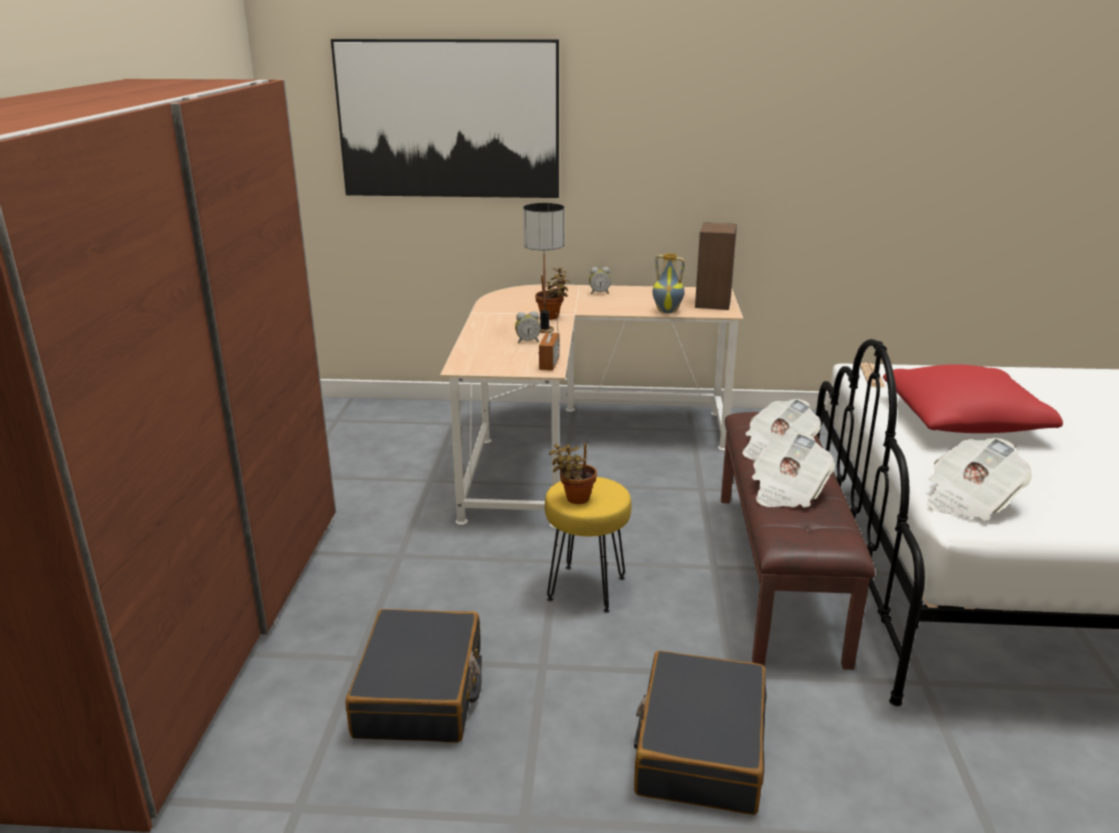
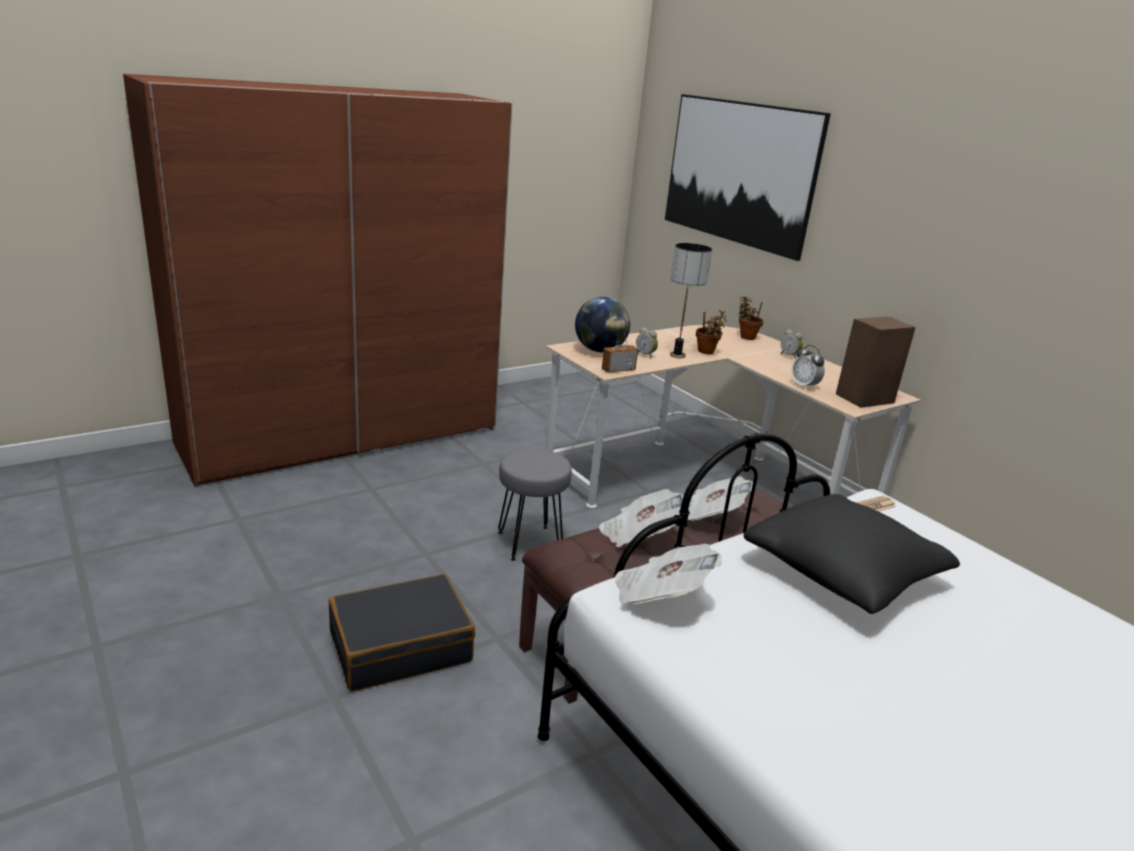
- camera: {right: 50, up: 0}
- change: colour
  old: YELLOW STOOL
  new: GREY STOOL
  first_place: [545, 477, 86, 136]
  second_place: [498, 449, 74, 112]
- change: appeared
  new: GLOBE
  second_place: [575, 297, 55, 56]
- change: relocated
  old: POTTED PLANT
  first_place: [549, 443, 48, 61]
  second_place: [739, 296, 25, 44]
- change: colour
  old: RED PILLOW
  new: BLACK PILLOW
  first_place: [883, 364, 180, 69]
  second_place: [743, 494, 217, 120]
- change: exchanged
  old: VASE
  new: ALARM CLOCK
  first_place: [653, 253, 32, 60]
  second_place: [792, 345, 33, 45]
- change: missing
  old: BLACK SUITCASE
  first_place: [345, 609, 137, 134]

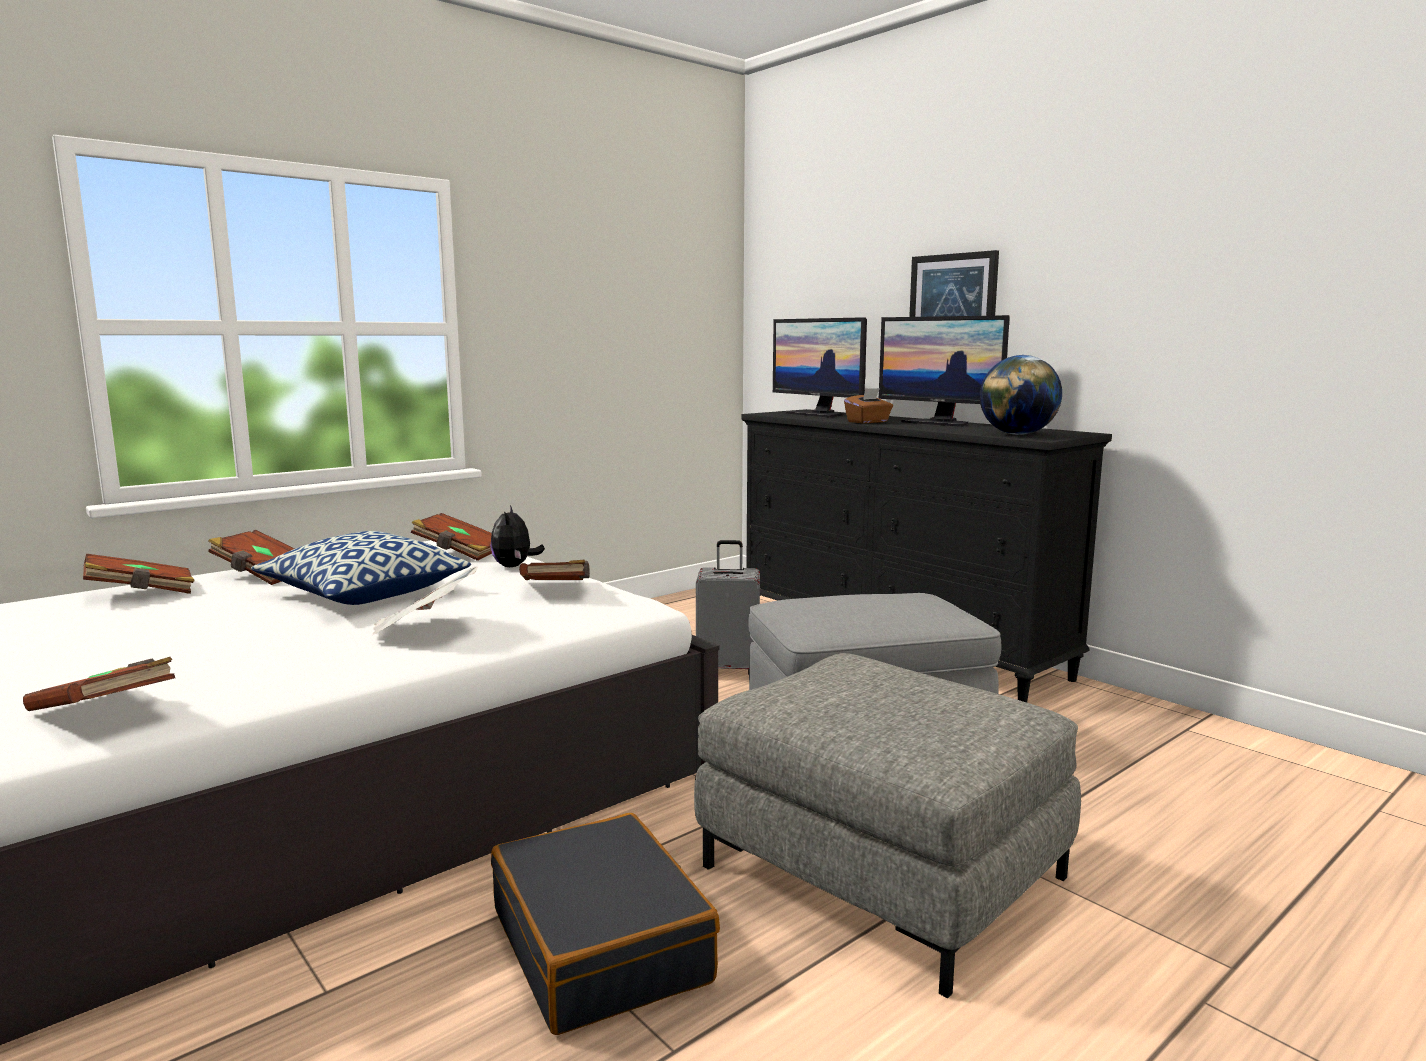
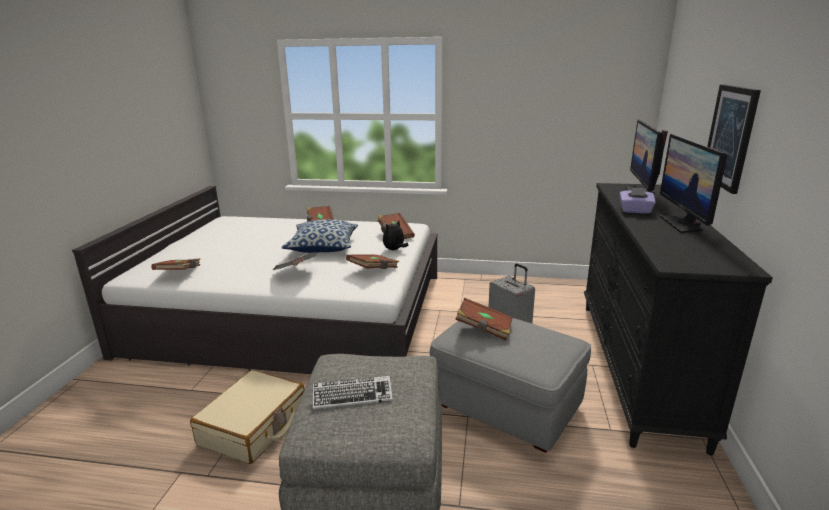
- camera: {right: 50, up: 10}
- change: colour
  old: BLACK SUITCASE
  new: BEIGE SUITCASE
  first_place: [491, 813, 229, 222]
  second_place: [190, 370, 115, 94]
- change: appeared
  new: KEYBOARD
  second_place: [313, 375, 80, 35]
- change: relocated
  old: BROWN BOOK
  first_place: [83, 554, 111, 40]
  second_place: [455, 298, 58, 42]
- change: colour
  old: BROWN TISSUE BOX
  new: PURPLE TISSUE BOX
  first_place: [844, 388, 49, 36]
  second_place: [619, 187, 37, 27]
- change: missing
  old: GLOBE
  first_place: [980, 355, 82, 80]

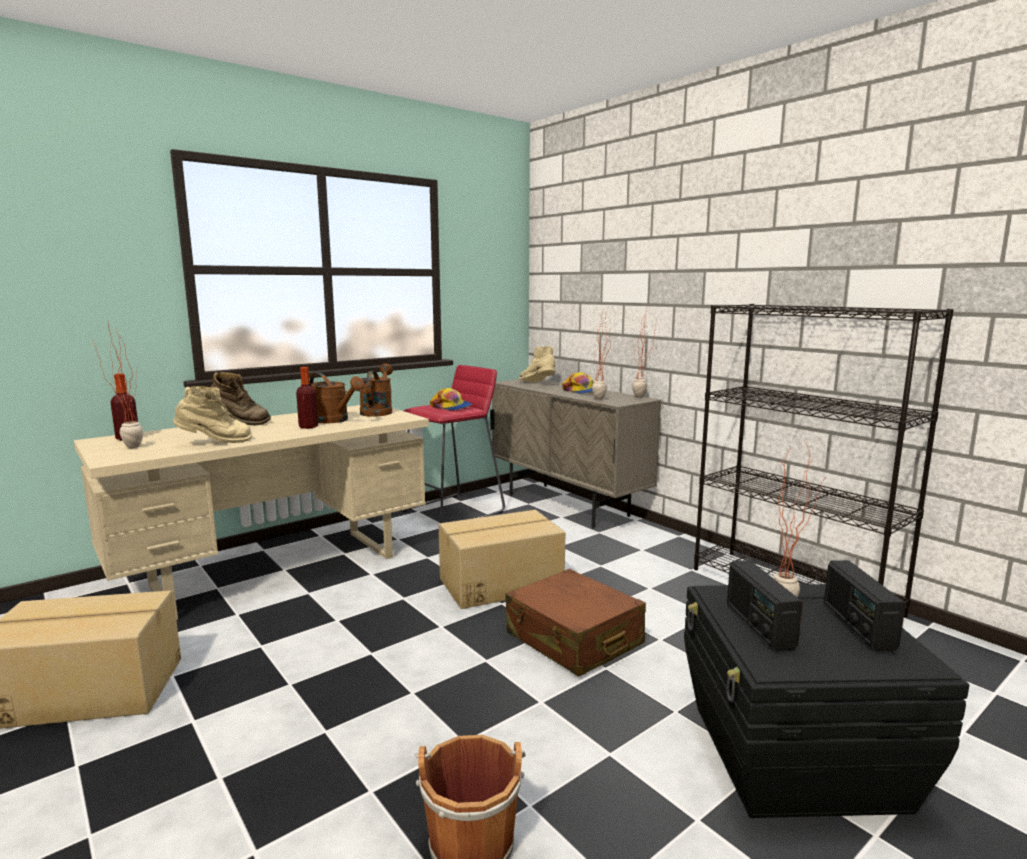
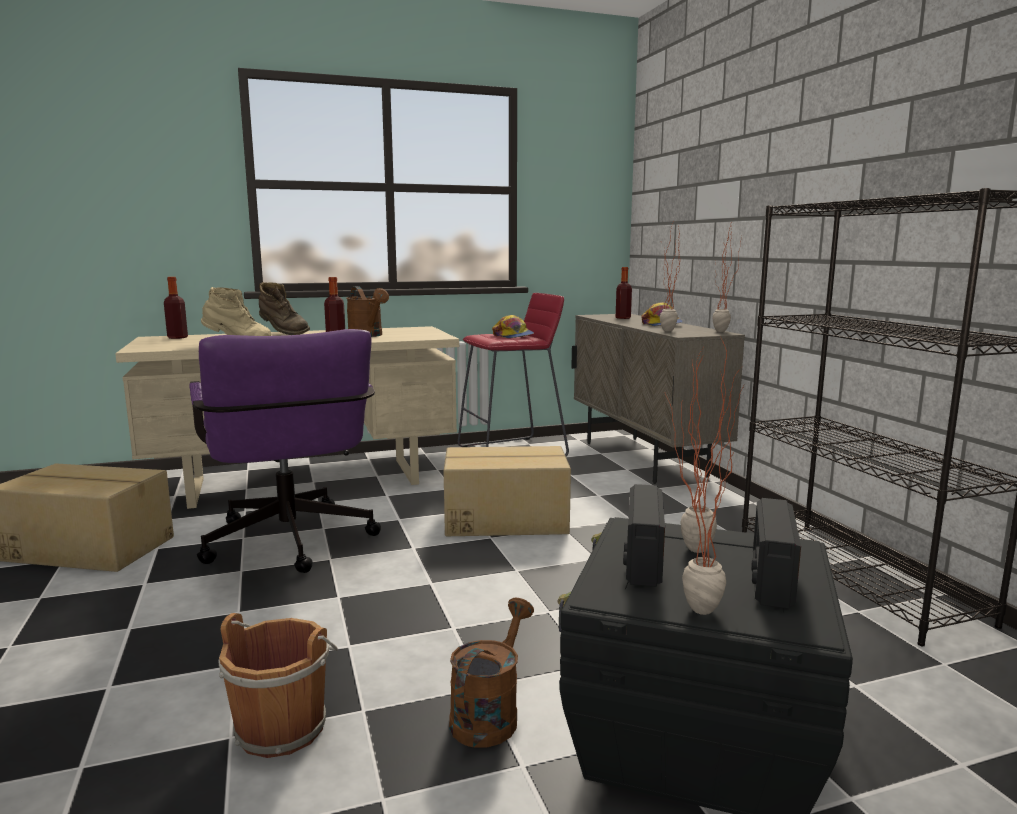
- camera: {right: 20, up: 0}
- change: appeared
  new: PURPLE OFFICE CHAIR
  second_place: [189, 329, 192, 244]
- change: relocated
  old: BROWN WATERING CAN
  first_place: [360, 363, 33, 54]
  second_place: [449, 598, 85, 150]
- change: exchanged
  old: BEIGE BOOT
  new: BOTTLE
  first_place: [519, 346, 36, 36]
  second_place: [616, 267, 16, 52]
- change: relocated
  old: POTTED PLANT
  first_place: [92, 321, 51, 127]
  second_place: [665, 354, 70, 261]
- change: missing
  old: BROWN SUITCASE
  first_place: [505, 569, 141, 108]

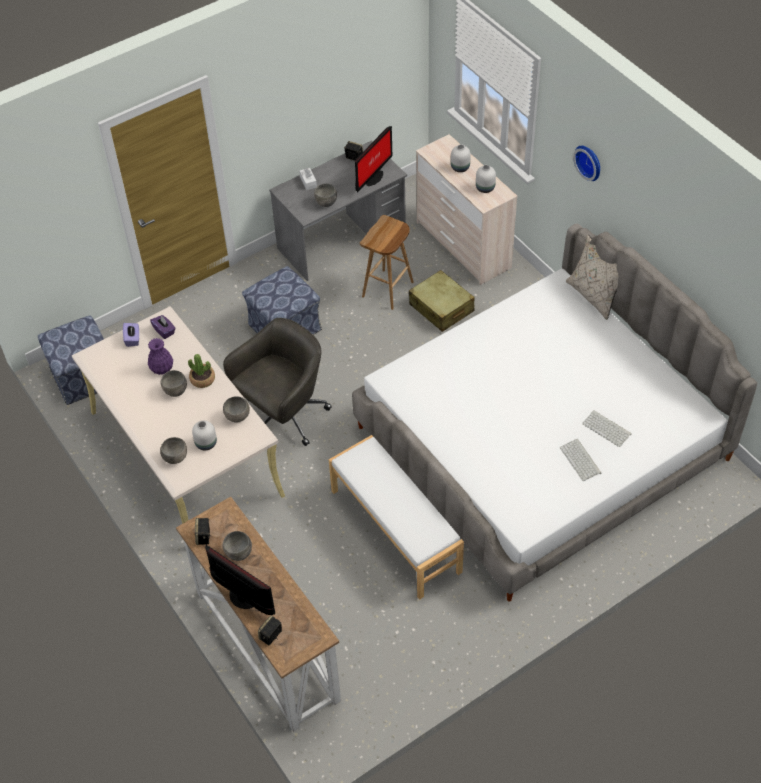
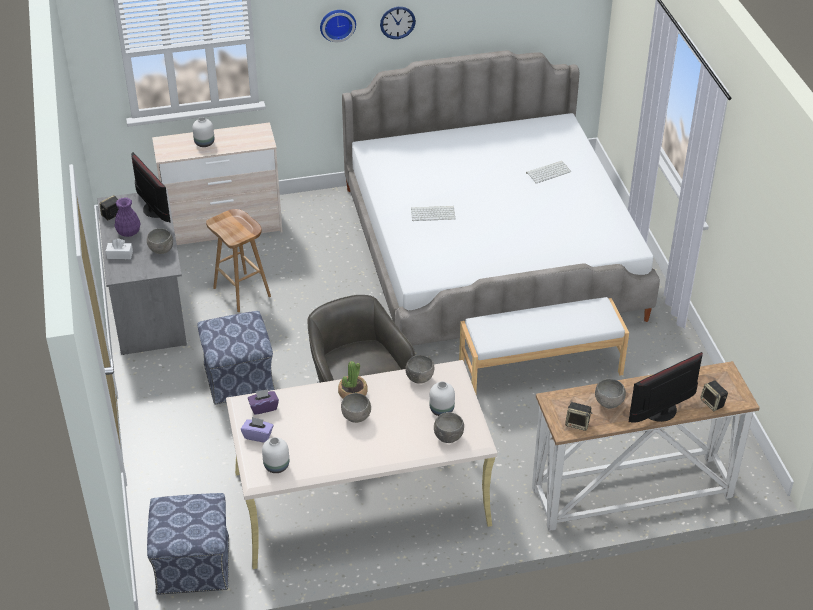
- camera: {right: -70, up: -10}
- change: relocated
  old: PURPLE VASE
  first_place: [148, 338, 25, 37]
  second_place: [115, 197, 26, 40]
- change: relocated
  old: WHITE VASE
  first_place: [476, 165, 20, 28]
  second_place: [262, 437, 27, 36]
- change: appeared
  new: WALL CLOCK
  second_place: [380, 7, 36, 32]
- change: relocated
  old: KEYBOARD
  first_place: [560, 439, 42, 42]
  second_place: [411, 206, 44, 15]
- change: missing
  old: BEIGE SUITCASE
  first_place: [409, 270, 66, 62]
- change: missing
  old: BEIGE PILLOW
  first_place: [566, 234, 52, 86]

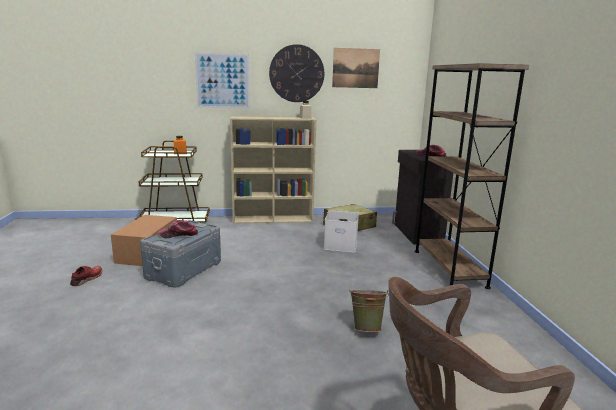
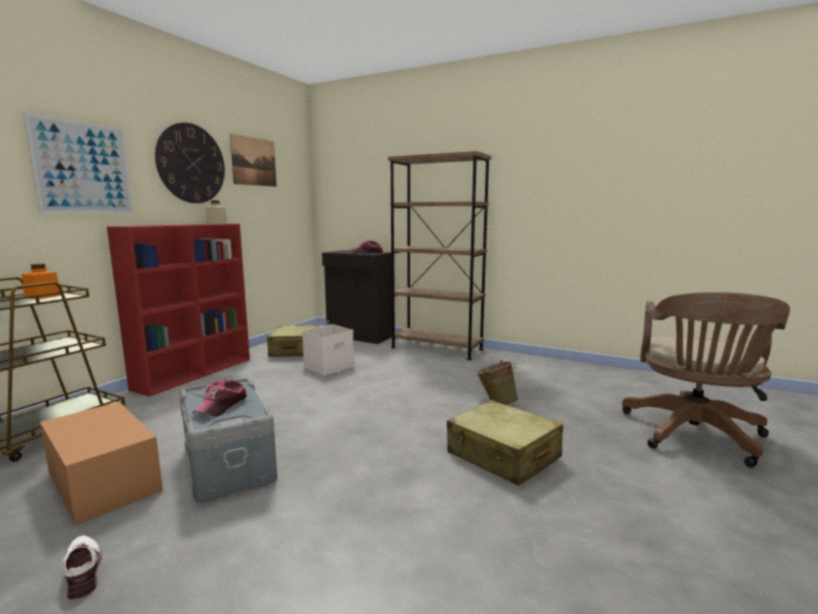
- camera: {right: -55, up: -5}
- change: colour
  old: RED SHOE
  new: WHITE SHOE
  first_place: [70, 266, 32, 20]
  second_place: [61, 535, 41, 65]
- change: colour
  old: BEIGE BOOKCASE
  new: RED BOOKCASE
  first_place: [230, 116, 86, 107]
  second_place: [107, 224, 143, 173]
- change: appeared
  new: BEIGE SUITCASE
  second_place: [447, 400, 116, 86]

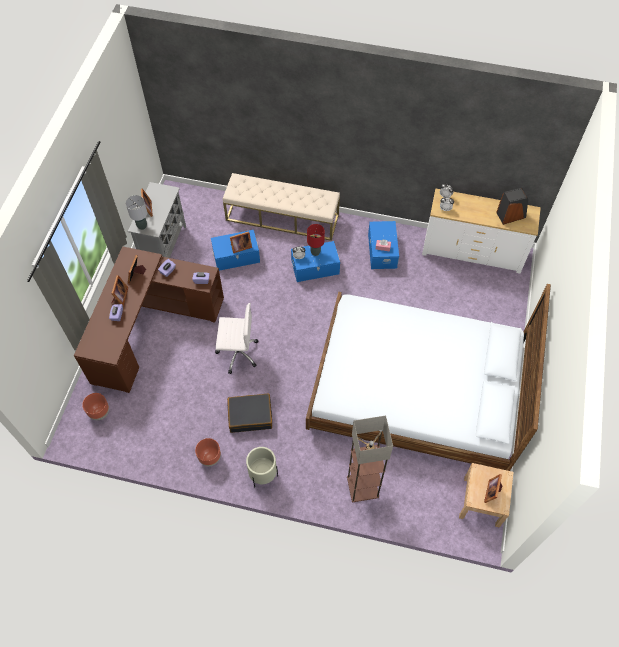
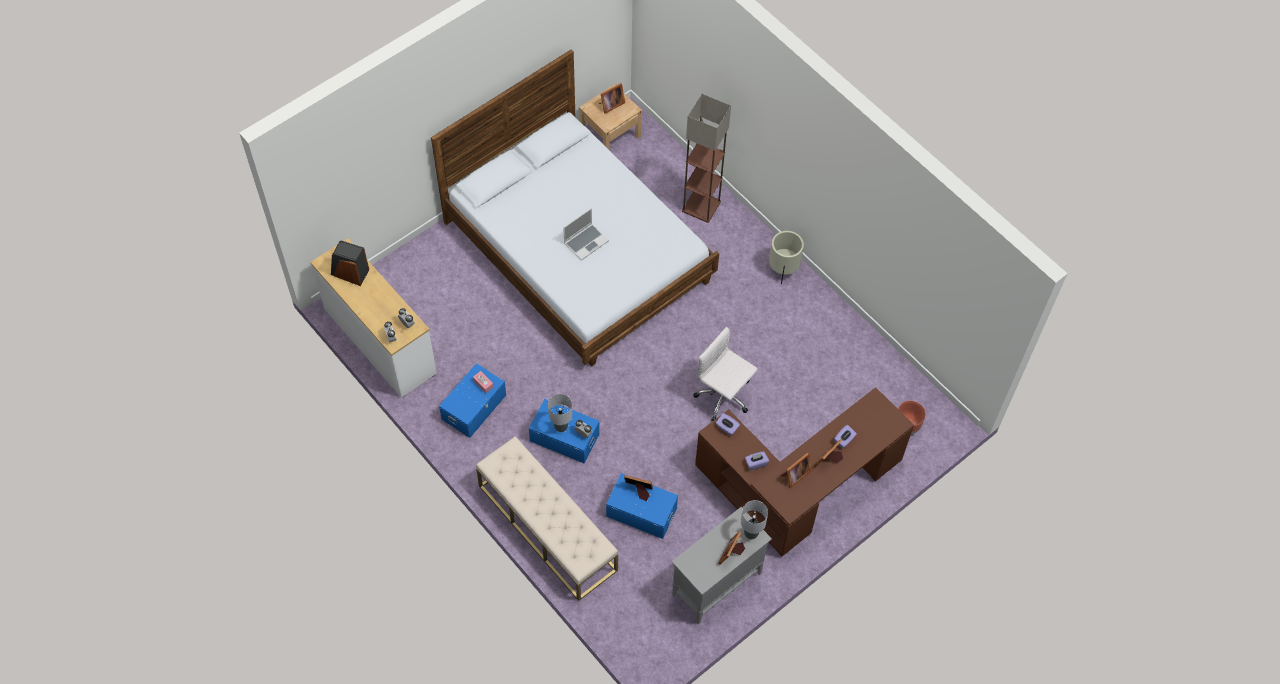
- camera: {right: -145, up: 0}
- change: colour
  old: RED TABLE LAMP
  new: GREY TABLE LAMP
  first_place: [307, 224, 18, 32]
  second_place: [548, 394, 24, 38]
- change: appeared
  new: LAPTOP
  second_place: [563, 208, 46, 53]
- change: missing
  old: BROWN PLANTER
  first_place: [195, 438, 26, 28]
- change: missing
  old: BLACK SUITCASE
  first_place: [227, 393, 45, 40]

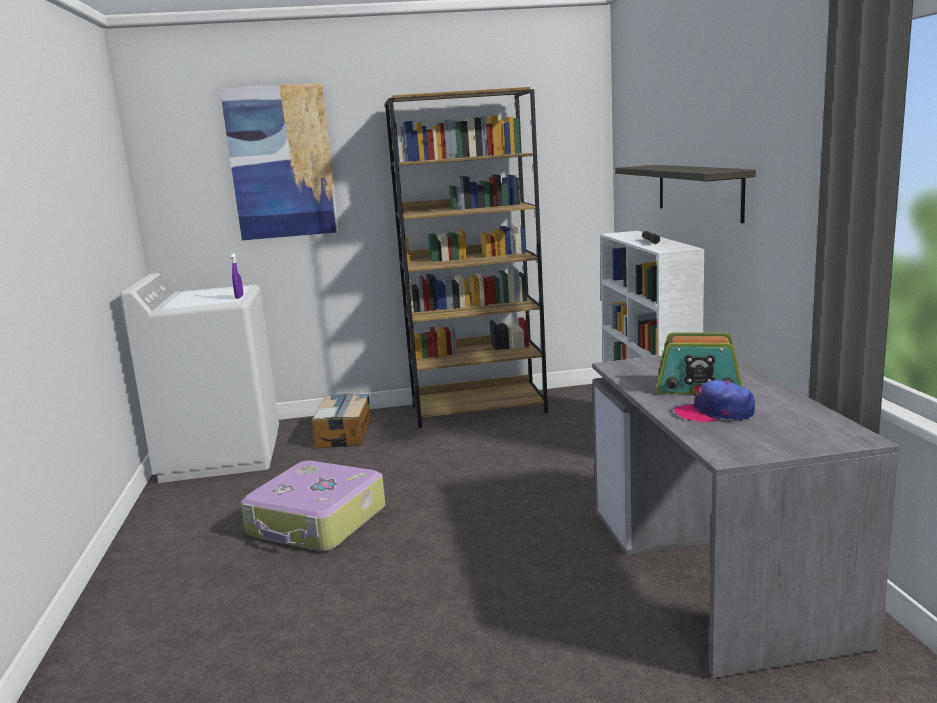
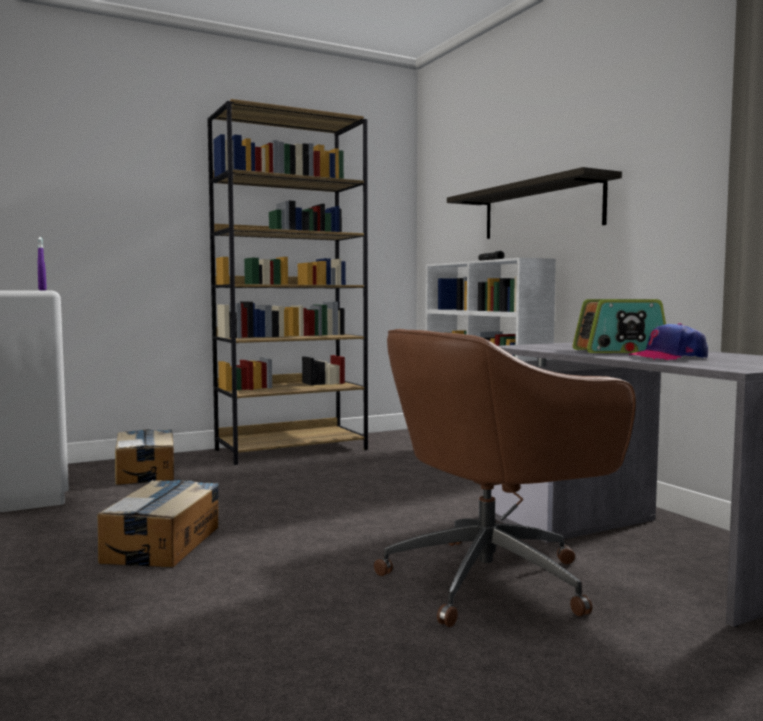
- camera: {right: -20, up: -10}
- change: exchanged
  old: SUITCASE
  new: CARDBOARD BOX
  first_place: [241, 460, 144, 92]
  second_place: [98, 480, 121, 88]
- change: appeared
  new: BROWN OFFICE CHAIR
  second_place: [374, 329, 262, 298]
- change: missing
  old: PICTURE
  first_place: [220, 83, 119, 157]

